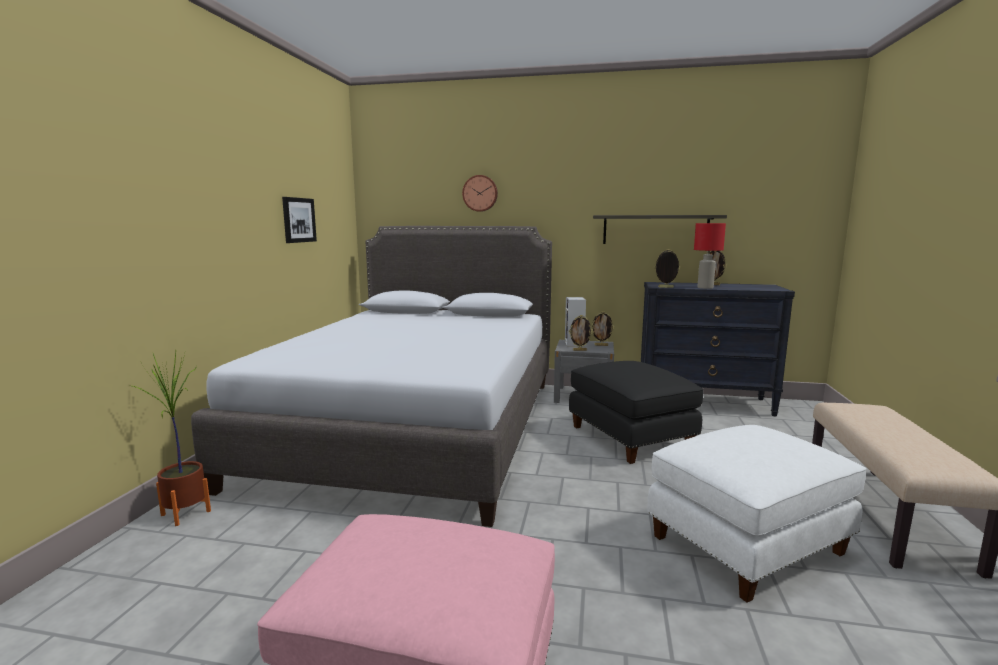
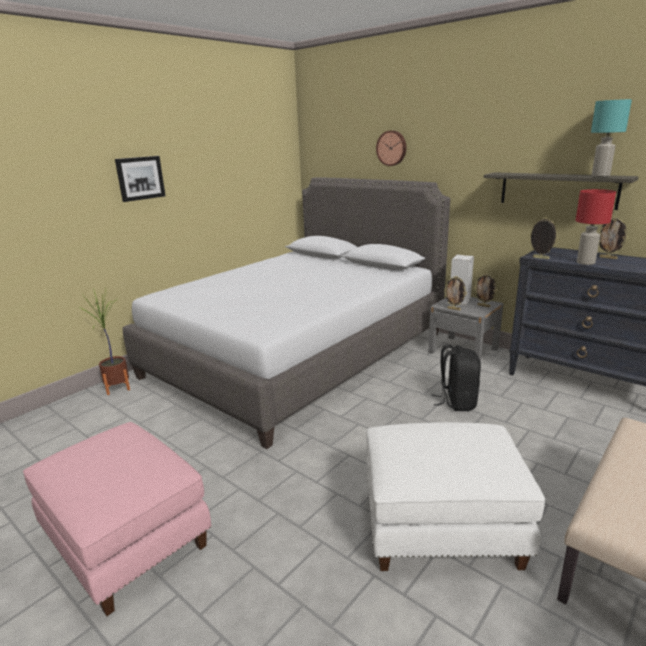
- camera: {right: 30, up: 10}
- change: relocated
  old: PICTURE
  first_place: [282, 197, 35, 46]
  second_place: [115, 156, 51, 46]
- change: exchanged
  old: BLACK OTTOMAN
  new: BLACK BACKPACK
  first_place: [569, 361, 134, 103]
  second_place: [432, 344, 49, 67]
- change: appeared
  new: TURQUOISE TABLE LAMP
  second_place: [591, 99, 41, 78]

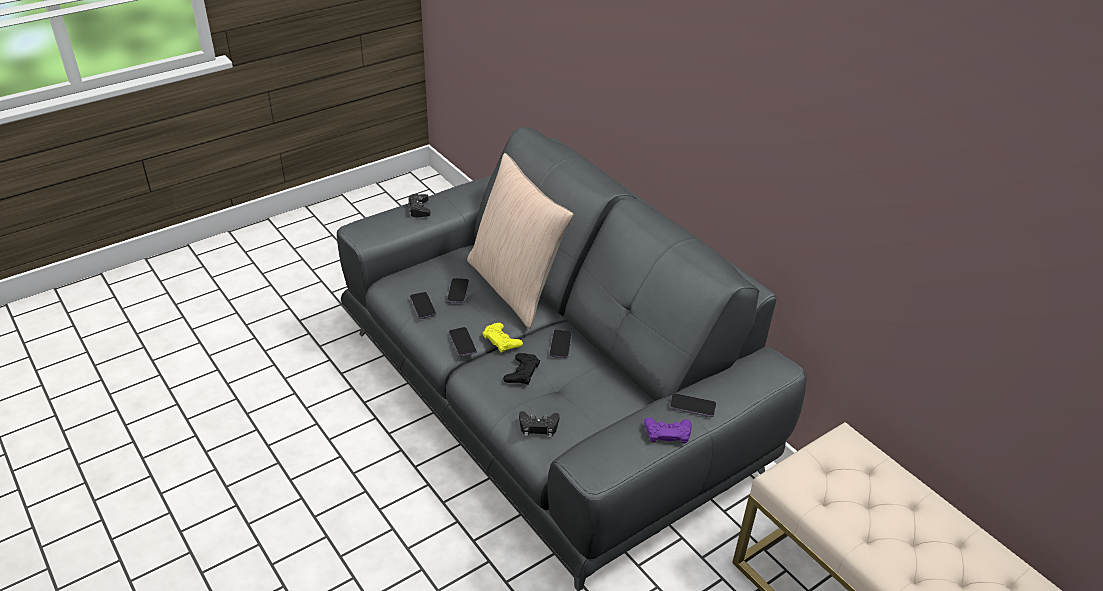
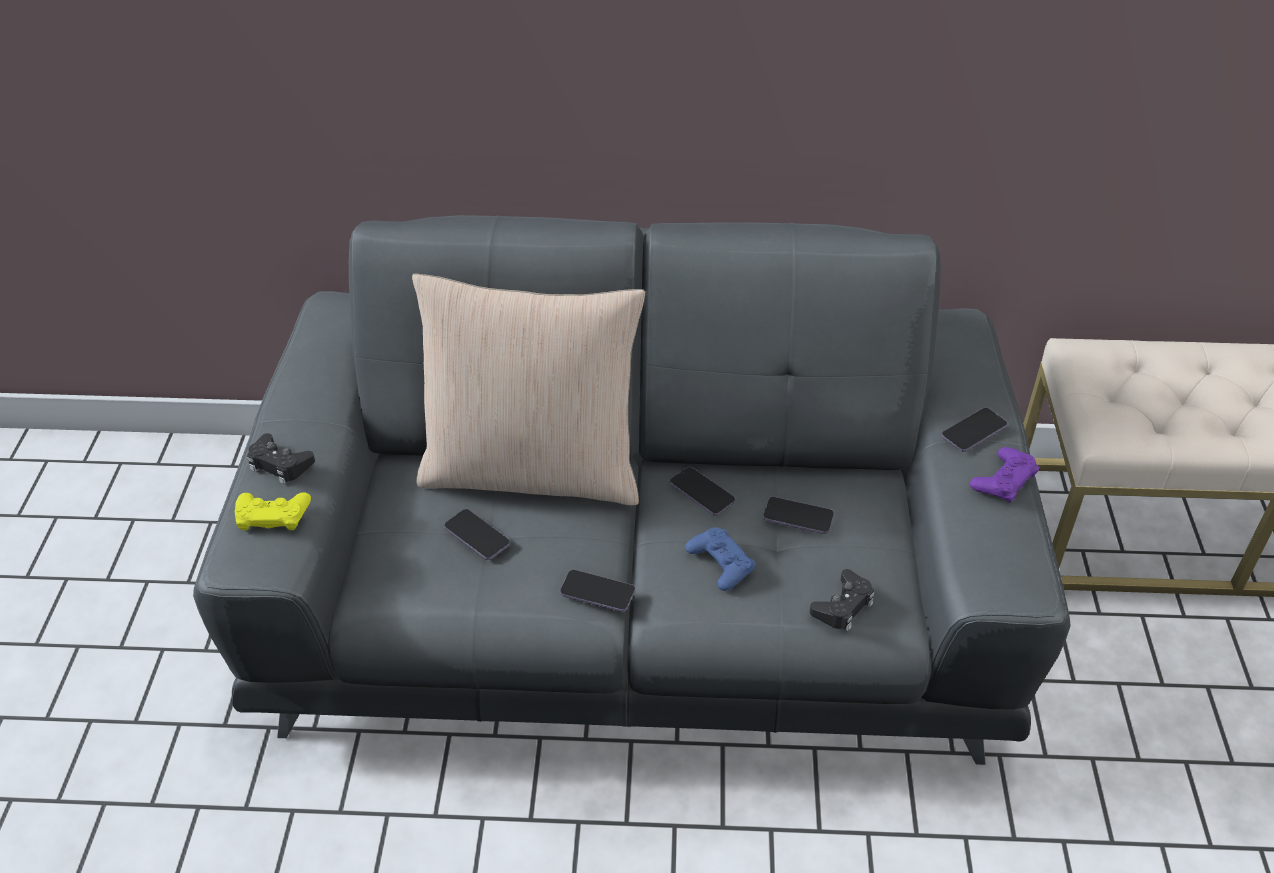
- camera: {right: -50, up: 5}
- change: relocated
  old: YELLOW GAME CONTROLLER
  first_place: [482, 323, 41, 30]
  second_place: [235, 492, 76, 39]
- change: colour
  old: BLACK GAME CONTROLLER
  new: BLUE GAME CONTROLLER
  first_place: [503, 353, 37, 32]
  second_place: [685, 527, 71, 64]
- change: relocated
  old: PHONE
  first_place: [410, 292, 26, 27]
  second_place: [763, 497, 71, 37]

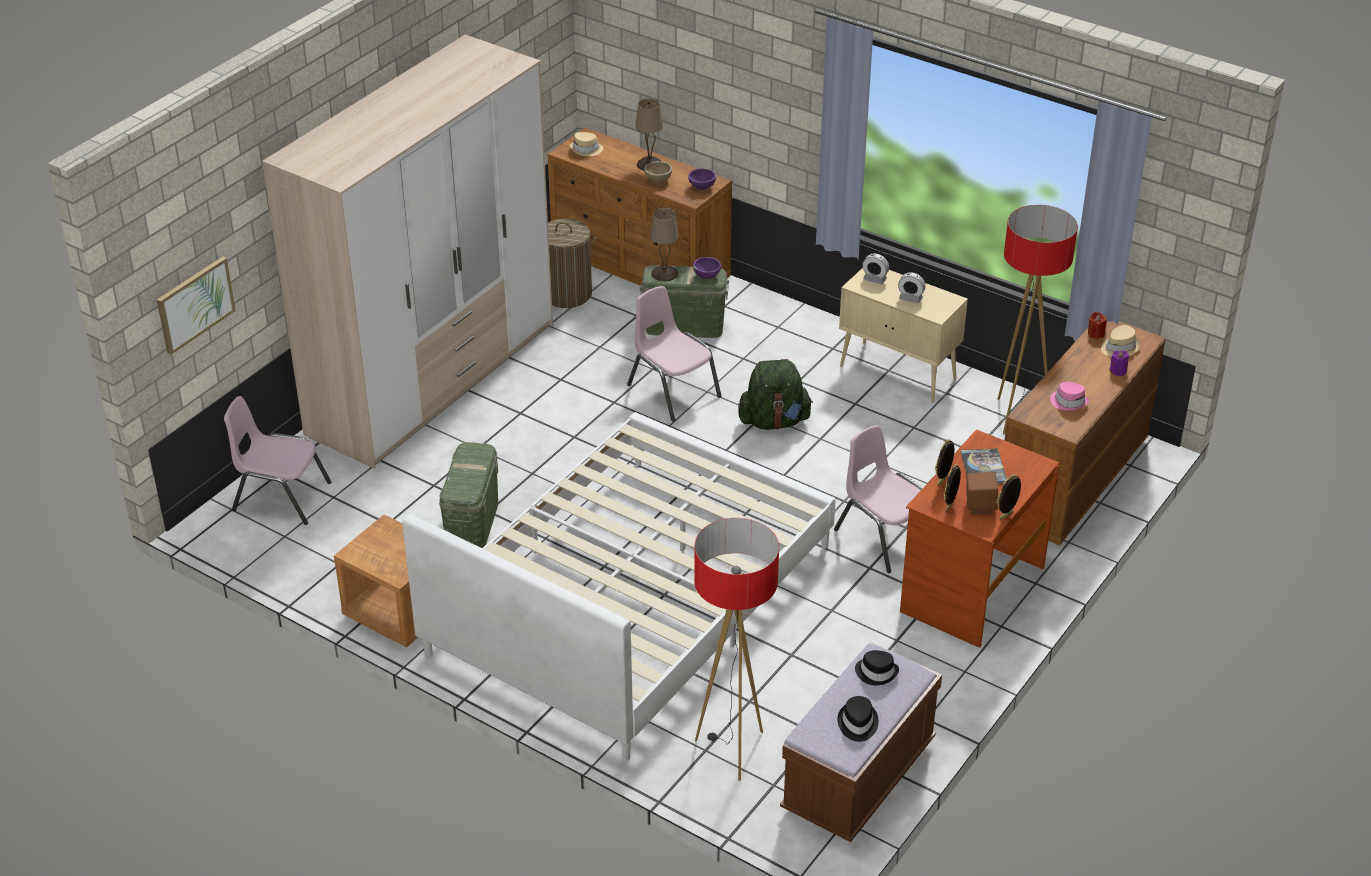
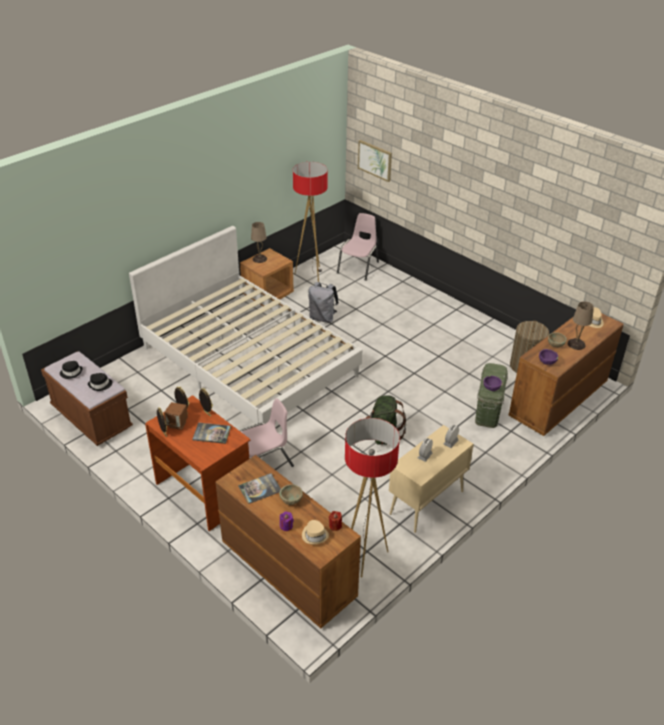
- camera: {right: 100, up: 0}
- change: exchanged
  old: PINK HAT
  new: BOOK
  first_place: [1050, 382, 39, 29]
  second_place: [238, 473, 43, 31]
- change: relocated
  old: BEIGE TABLE LAMP
  first_place: [650, 208, 29, 73]
  second_place: [251, 222, 16, 41]
- change: appeared
  new: BEIGE BOWL
  second_place: [280, 484, 23, 21]
- change: relocated
  old: FLOOR LAMP
  first_place: [694, 518, 85, 262]
  second_place: [293, 162, 35, 120]
- change: exchanged
  old: GREEN STORAGE BOX
  new: GREY BACKPACK
  first_place: [439, 442, 59, 106]
  second_place: [308, 282, 31, 41]
- change: missing
  old: WARDROBE
  first_place: [262, 35, 291, 434]
- change: missing
  old: PINK CHAIR
  first_place: [627, 286, 94, 135]

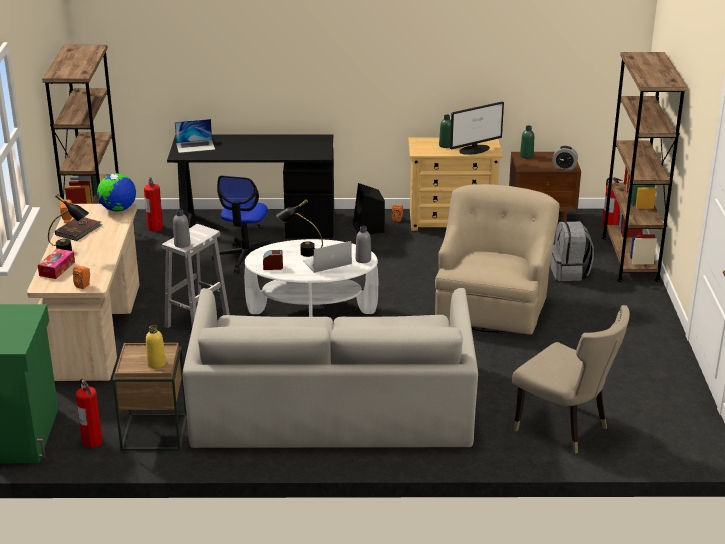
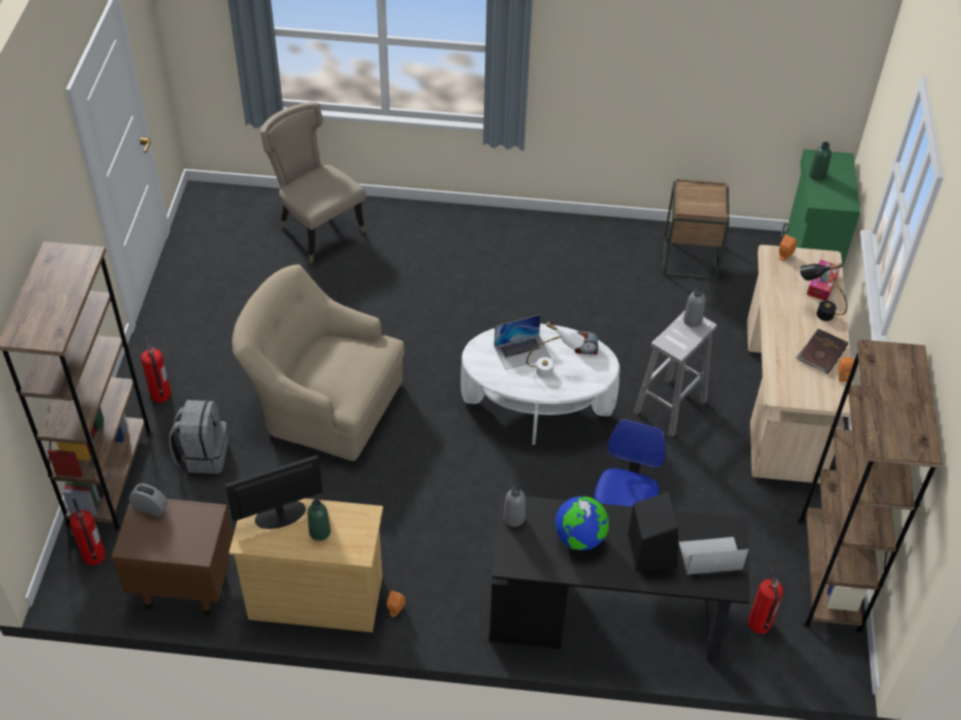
- camera: {right: -175, up: 20}
- change: relocated
  old: FIRE EXTINGUISHER
  first_place: [76, 379, 27, 69]
  second_place: [141, 337, 30, 66]
- change: spun
  old: BEIGE ARMCHAIR
  first_place: [435, 184, 125, 151]
  second_place: [232, 264, 172, 197]
  degrees: 90
- change: relocated
  old: GREY BOTTLE
  first_place: [355, 226, 16, 37]
  second_place: [504, 486, 21, 41]
- change: colour
  old: BLACK TABLE LAMP
  new: WHITE TABLE LAMP
  first_place: [276, 200, 47, 57]
  second_place: [526, 322, 58, 56]
- change: relocated
  old: GLOBE
  first_place: [97, 173, 39, 39]
  second_place: [555, 496, 54, 54]
- change: relocated
  old: BLACK SPEAKER
  first_place: [353, 183, 32, 51]
  second_place: [628, 492, 50, 80]
- change: relocated
  old: GREEN BOTTLE
  first_place: [520, 125, 14, 34]
  second_place: [809, 142, 22, 39]
- change: missing
  old: YELLOW BOTTLE
  first_place: [146, 325, 20, 43]
- change: missing
  old: GREY SOFA
  first_place: [182, 288, 296, 160]

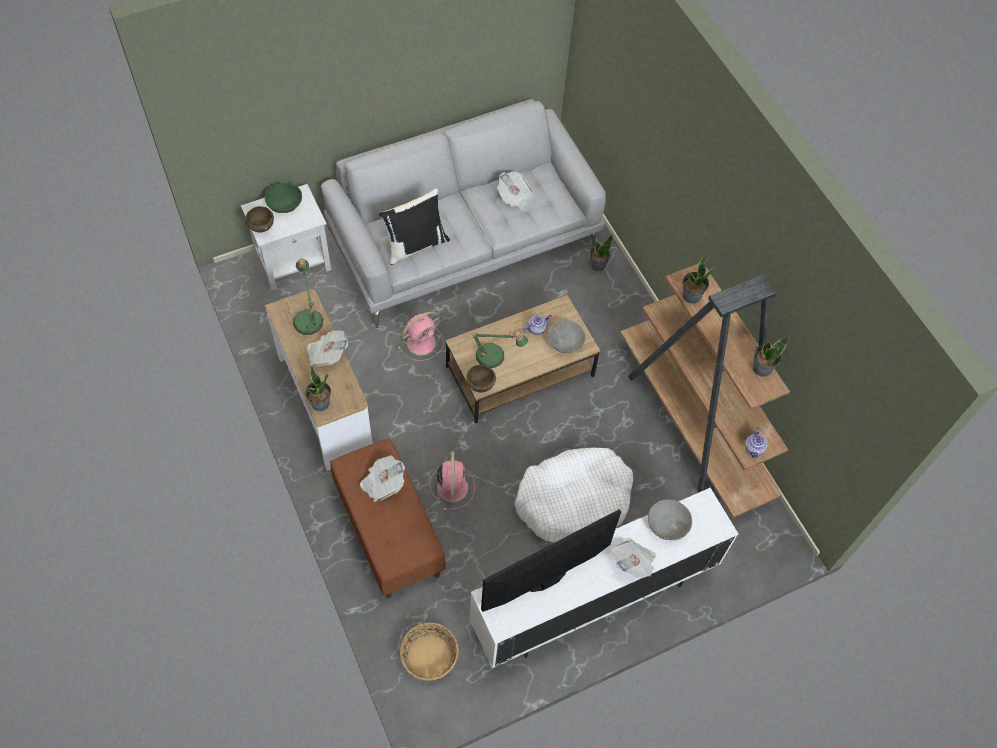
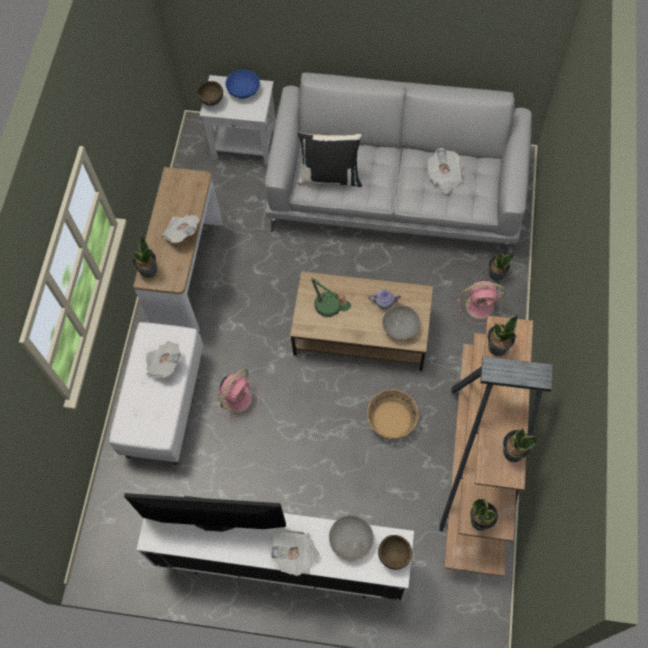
- camera: {right: 40, up: 5}
- change: colour
  old: BROWN BENCH
  new: WHITE BENCH
  first_place: [330, 438, 115, 160]
  second_place: [109, 322, 94, 143]
- change: colour
  old: GREEN BOWL
  new: BLUE BOWL
  first_place: [265, 183, 37, 30]
  second_place: [226, 70, 34, 29]
- change: relocated
  old: BASKET
  first_place: [400, 622, 59, 59]
  second_place: [367, 389, 52, 50]
- change: relocated
  old: BROWN BOWL
  first_place: [467, 365, 29, 28]
  second_place: [378, 535, 34, 35]
- change: relocated
  old: PINK FAN
  first_place: [398, 311, 46, 50]
  second_place: [457, 280, 49, 44]
- change: exchanged
  old: TEAPOT
  new: POTTED PLANT
  first_place: [745, 427, 22, 31]
  second_place: [470, 499, 28, 31]
- change: missing
  old: TABLE LAMP
  first_place: [293, 259, 30, 76]
- change: missing
  old: WHITE DOG BED
  first_place: [515, 448, 118, 95]

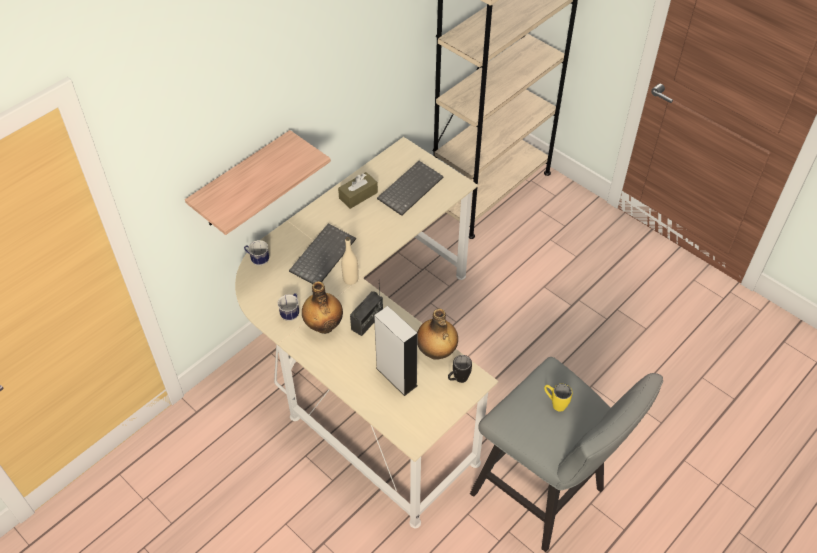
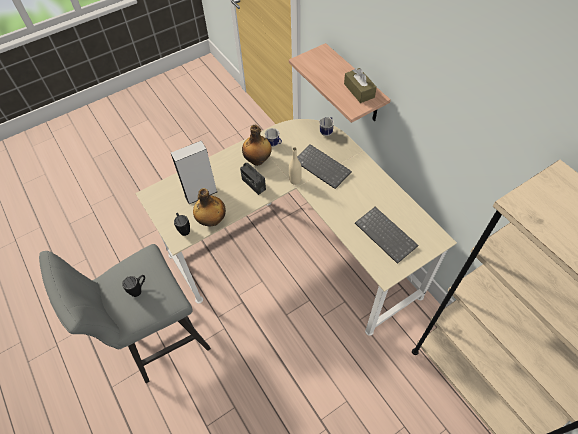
- camera: {right: 105, up: 5}
- change: colour
  old: YELLOW MUG
  new: BLACK MUG
  first_place: [544, 384, 28, 28]
  second_place: [122, 275, 23, 22]
- change: relocated
  old: BROWN TISSUE BOX
  first_place: [338, 172, 40, 37]
  second_place: [344, 68, 33, 35]

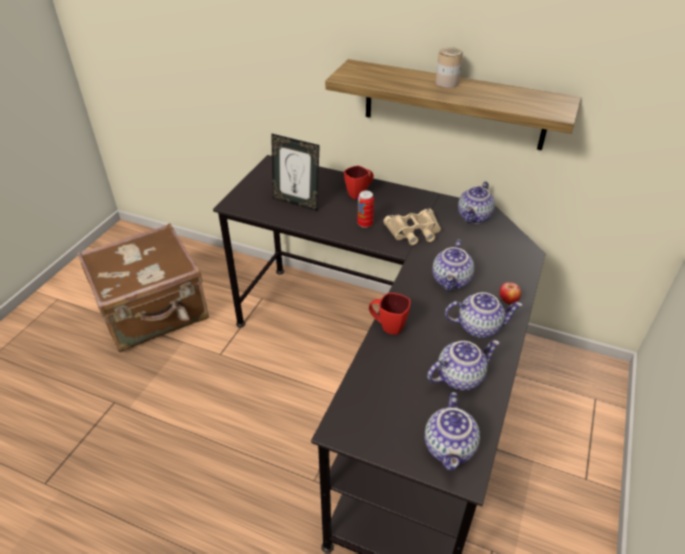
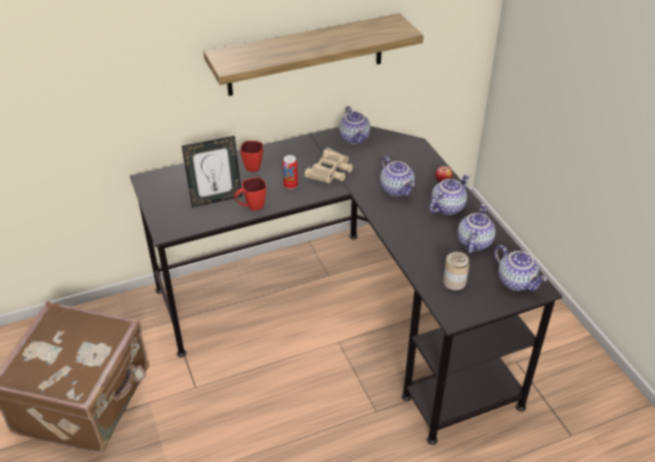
- camera: {right: -45, up: 0}
- change: relocated
  old: RED MUG
  first_place: [369, 293, 42, 42]
  second_place: [234, 177, 32, 34]
- change: relocated
  old: CAN
  first_place: [435, 47, 28, 41]
  second_place: [443, 252, 27, 38]

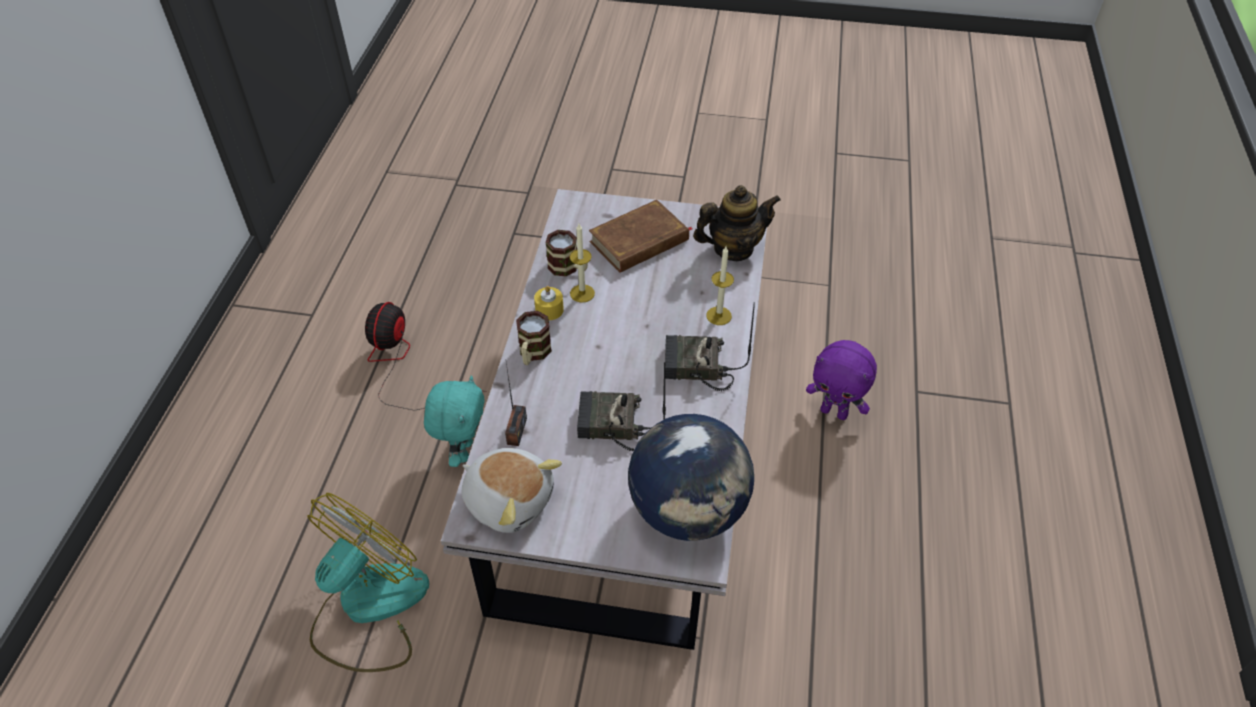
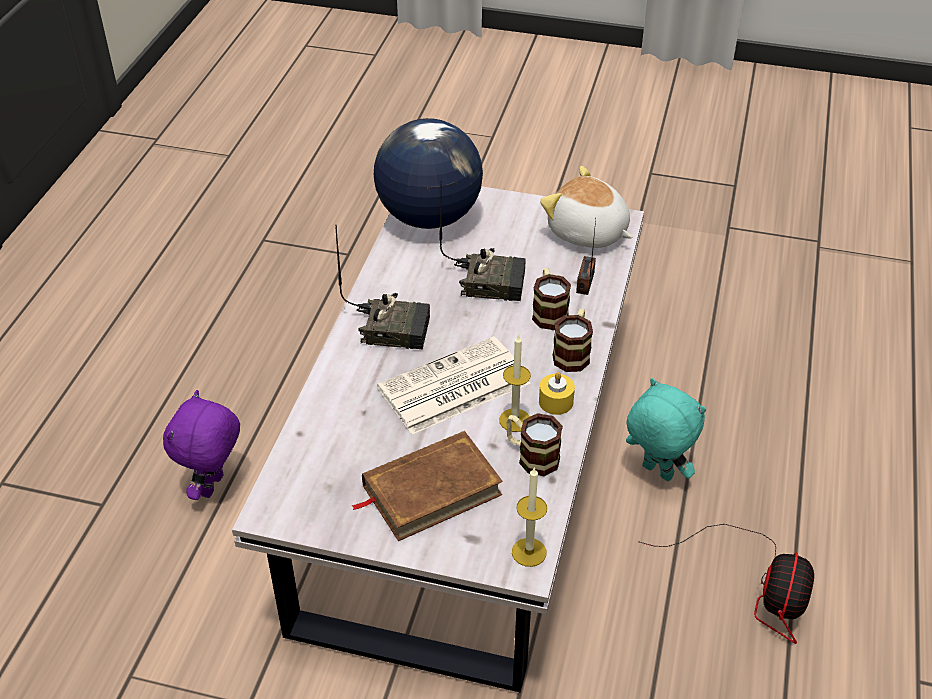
- camera: {right: -175, up: -5}
- change: spun
  old: PURPLE PLUSH TOY
  first_place: [806, 340, 71, 80]
  second_place: [163, 390, 77, 110]
  degrees: -105
- change: appeared
  new: NEWSPAPER
  second_place: [377, 336, 154, 98]
- change: relocated
  old: CANDLE
  first_place: [706, 247, 28, 78]
  second_place: [512, 467, 35, 100]
- change: appeared
  new: MUG
  second_place: [532, 268, 39, 62]
- change: spun
  old: TURQUOISE PLUSH TOY
  first_place: [424, 375, 61, 92]
  second_place: [626, 378, 80, 103]
  degrees: 120
- change: missing
  old: FAN
  first_place: [308, 493, 121, 179]
- change: missing
  old: TEAPOT
  first_place: [693, 185, 88, 76]

